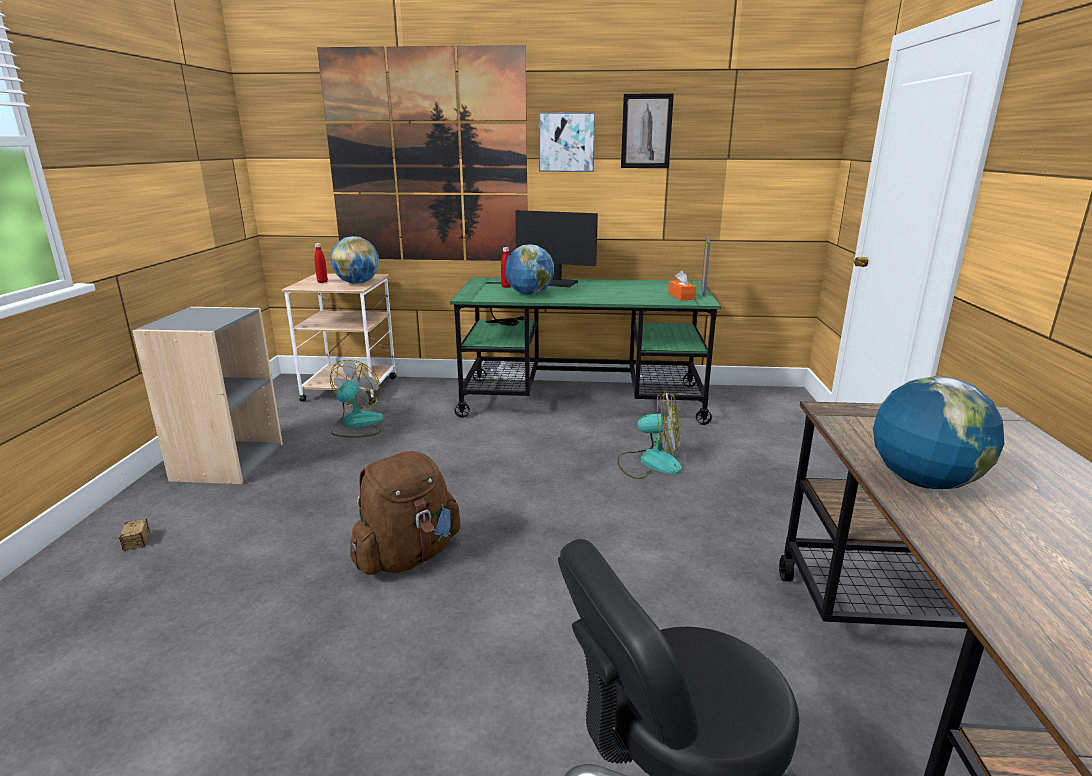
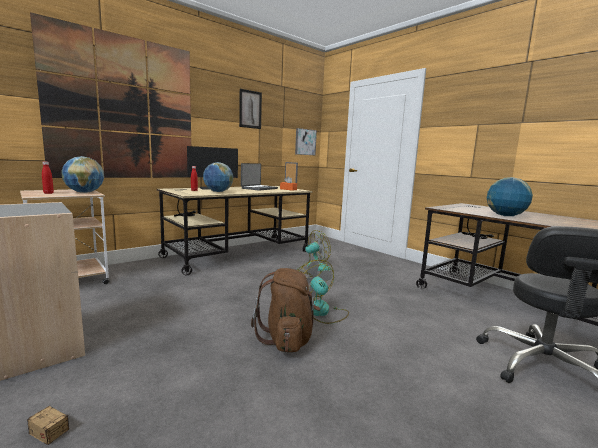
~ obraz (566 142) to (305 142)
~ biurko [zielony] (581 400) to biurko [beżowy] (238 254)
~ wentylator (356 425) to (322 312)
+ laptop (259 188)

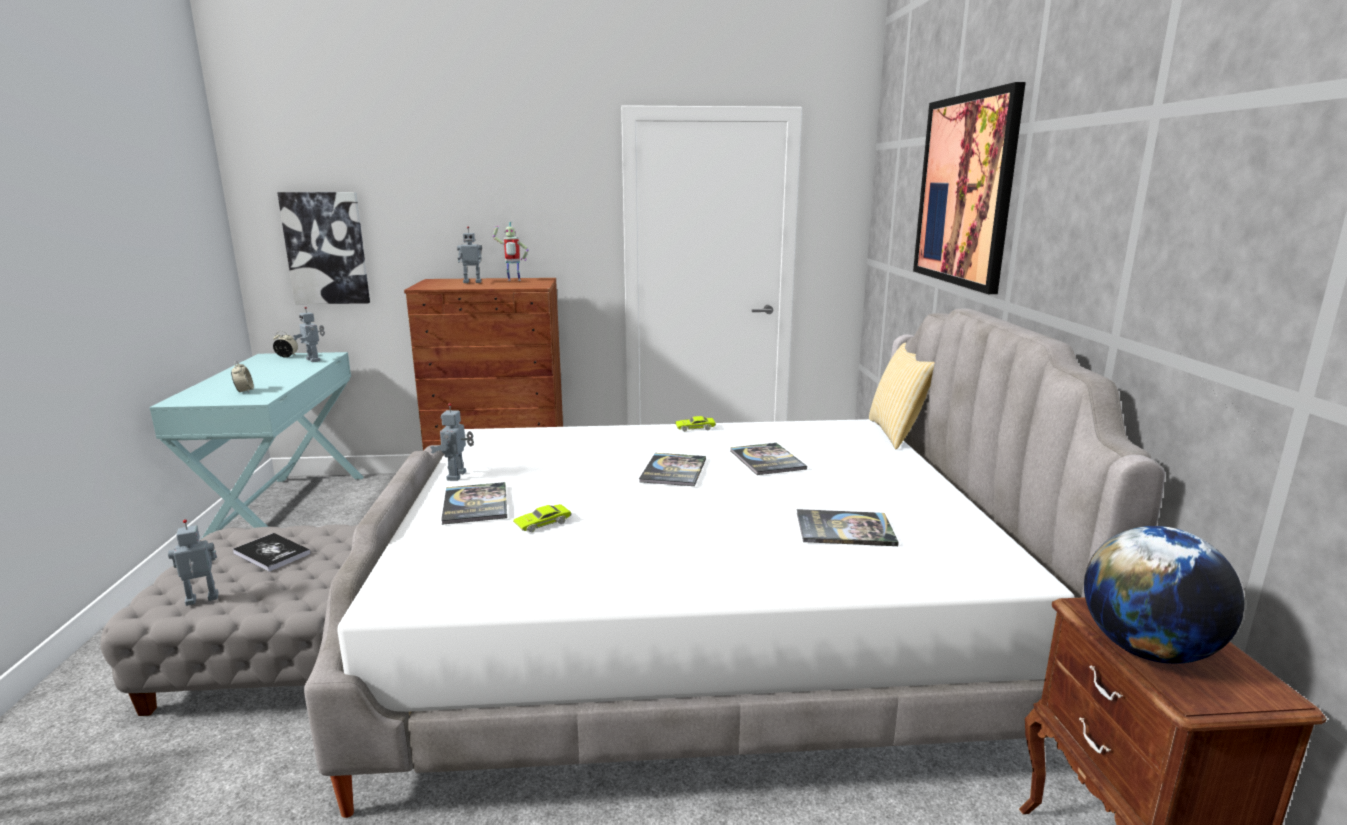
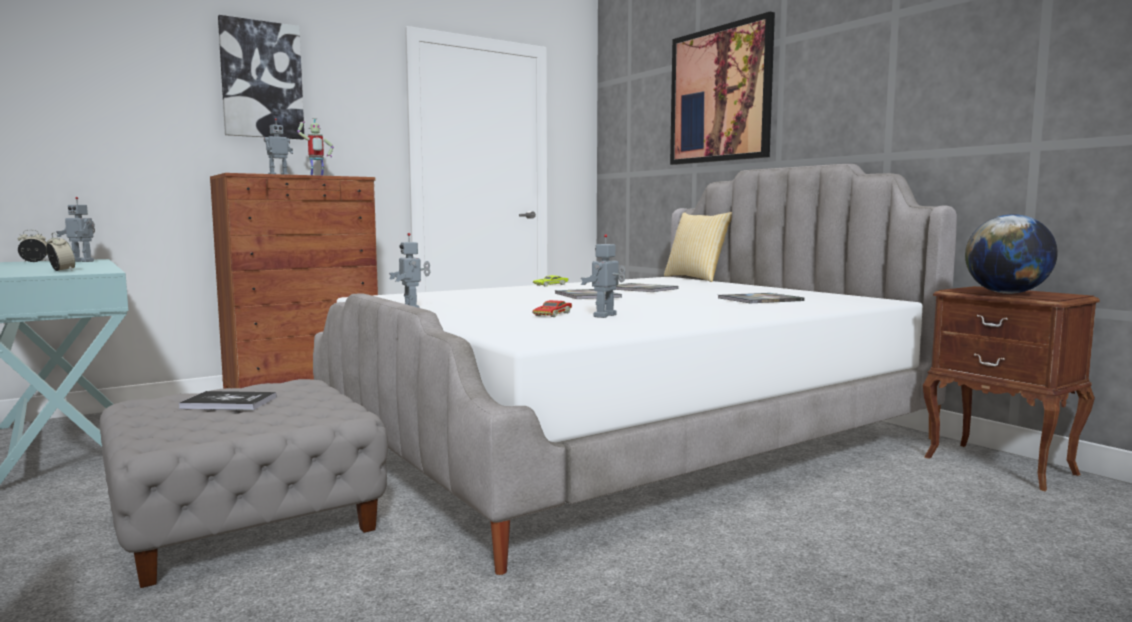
~ obraz (326 248) to (261 80)
- książka (475 504)
~ samochodzik [zielony] (542 523) to samochodzik [czerwony] (552 314)
~ robot zabawkowy (202 600) to (606 316)

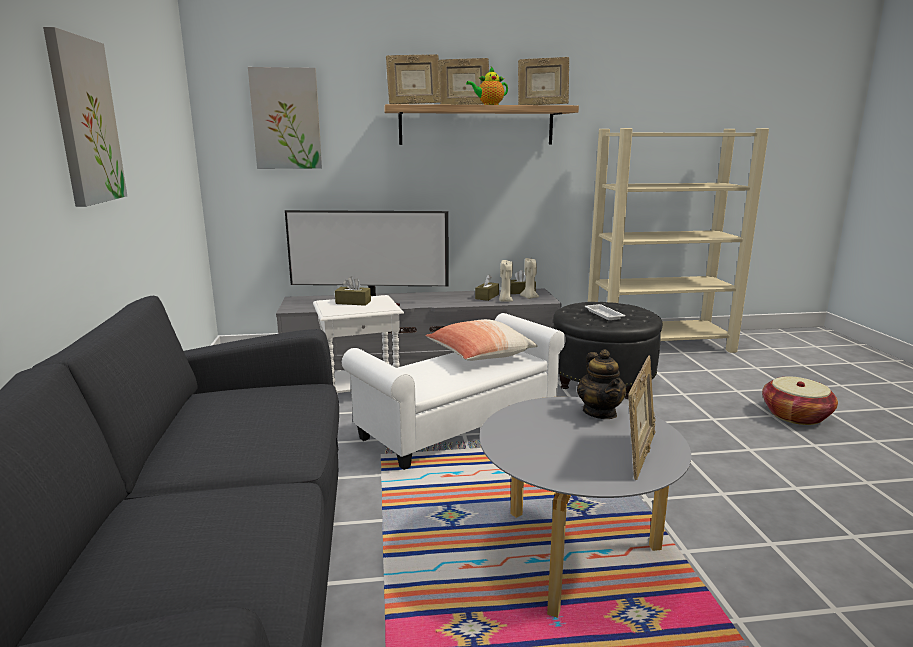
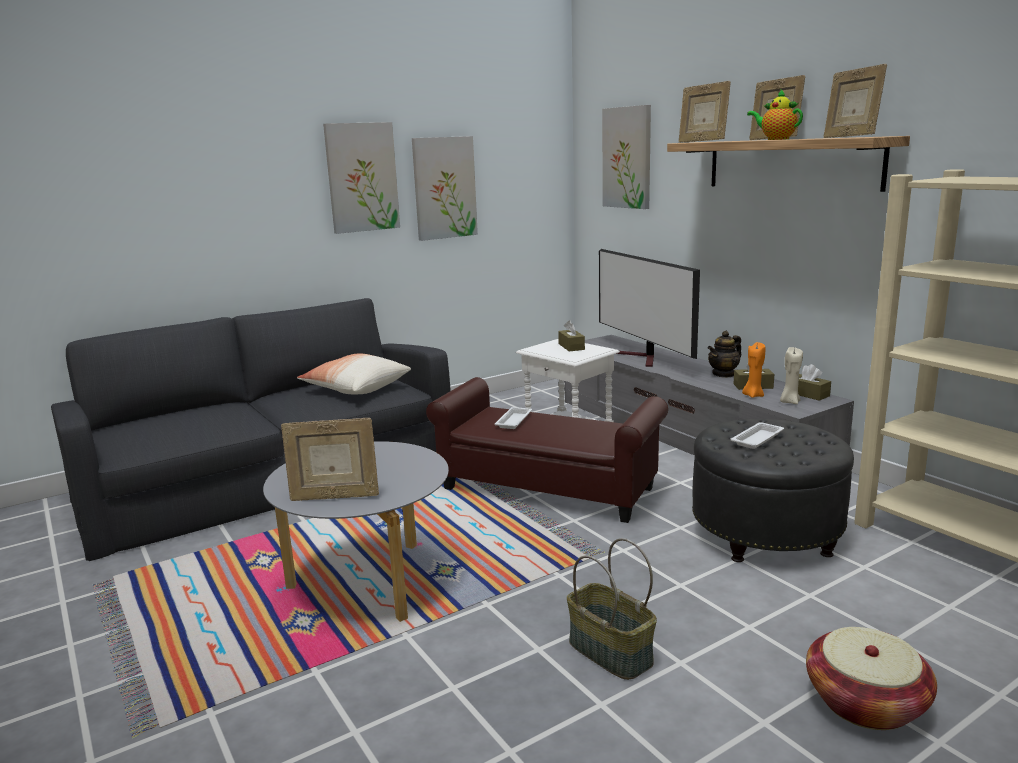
~ świeca [beżowy] (505 300) to świeca [pomarańczowy] (753 395)
~ pufa [biały] (459 425) to pufa [brązowy] (547 488)
~ poduszka (479 355) to (356 388)
~ imbryk (600 412) to (724 374)
+ obraz (444 188)
+ taca [biały] (514 421)
+ koszyk (608 652)

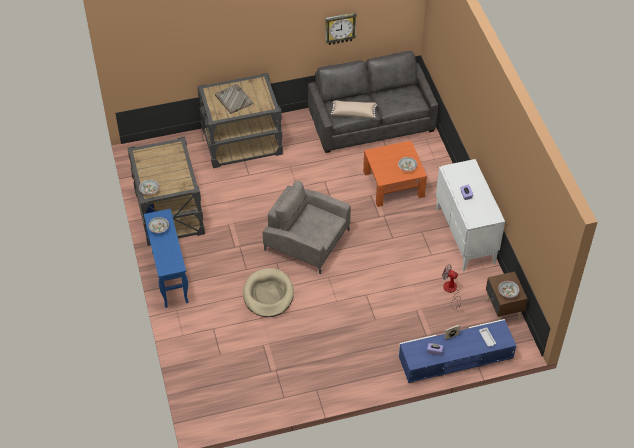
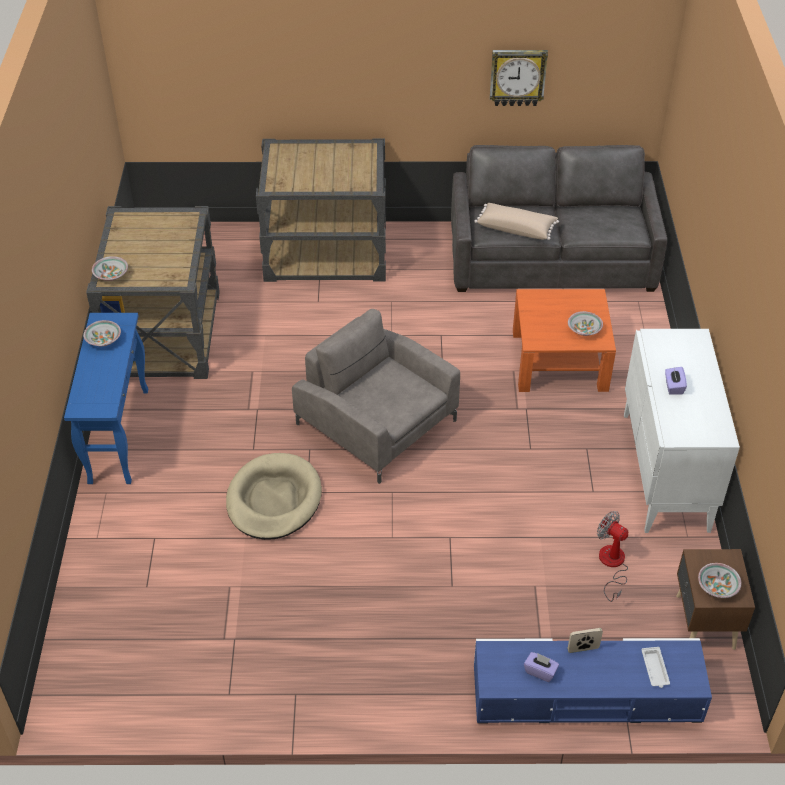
- taca [szary] (233 99)

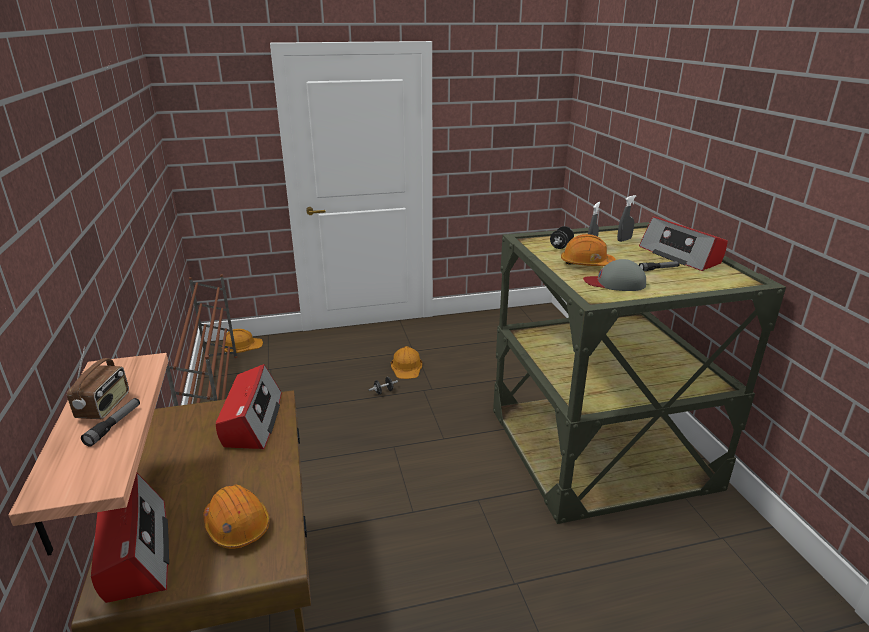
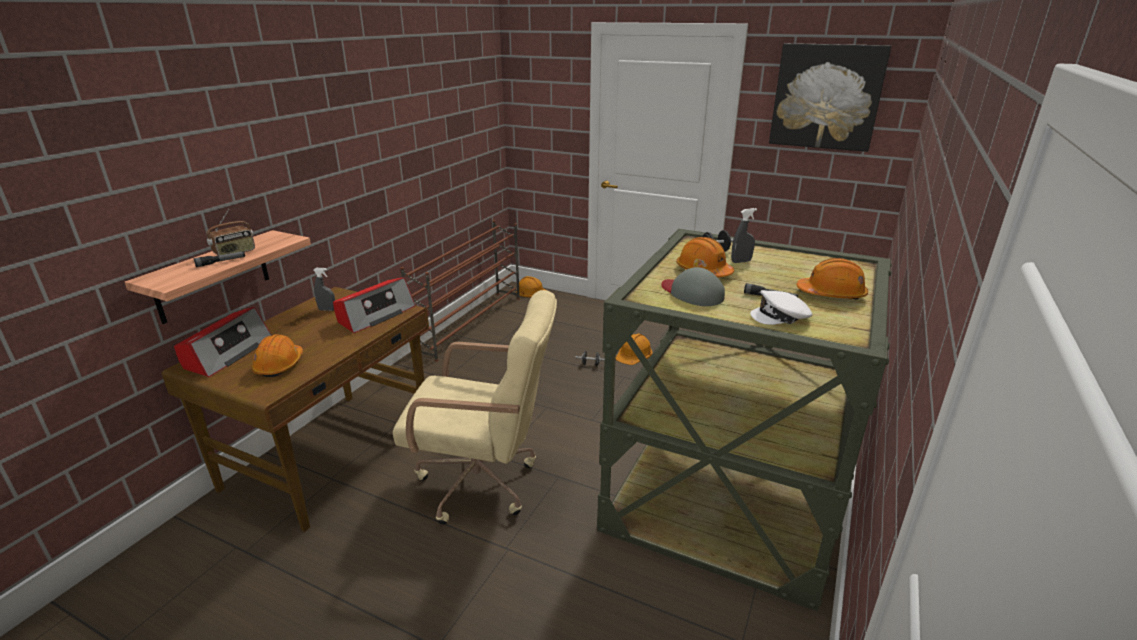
~ spryskiwacz [szary] (624 240) to (327 310)
~ radio (681 255) to kask [pomarańczowy] (831 294)
+ obraz (826 97)
+ krzesło biurowe [beżowy] (484 485)
+ czapka z daszkiem [biały] (781 316)

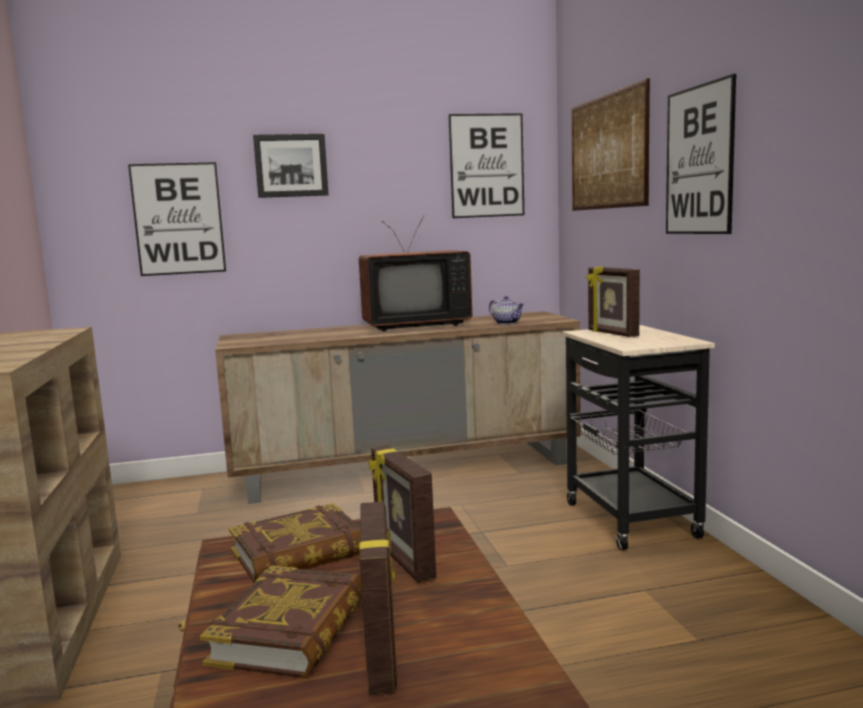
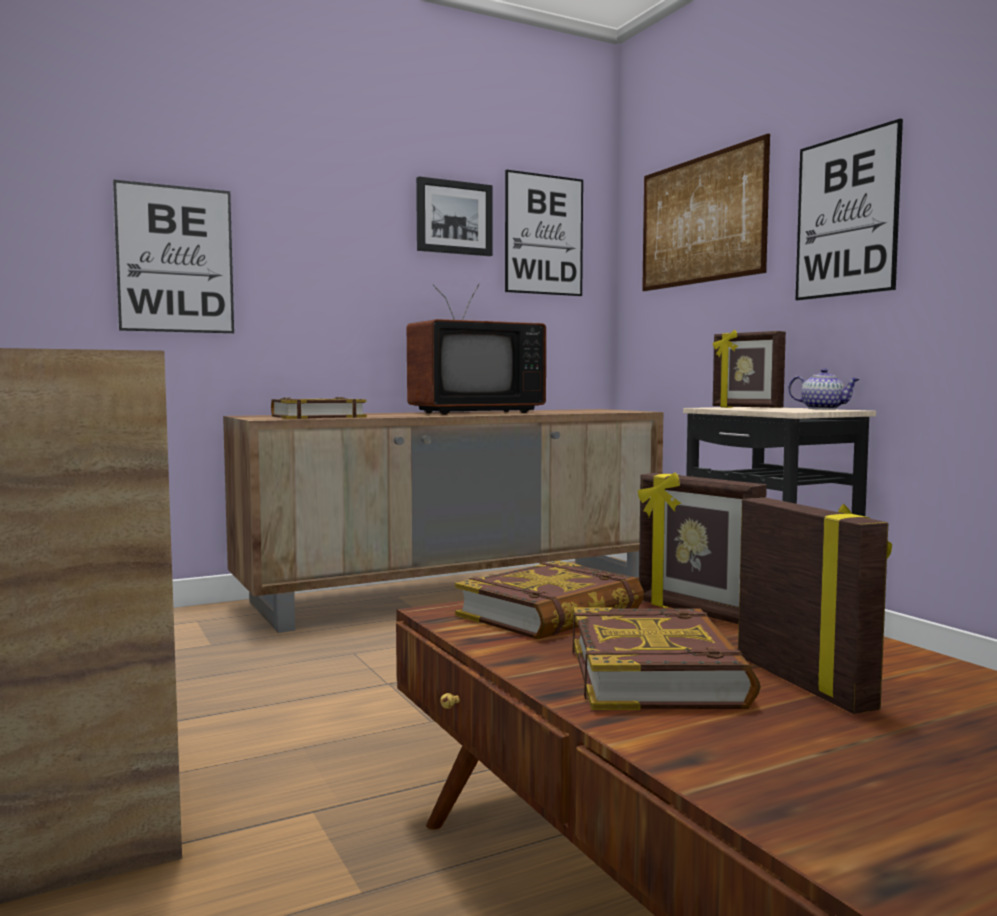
~ obraz (291 165) to (454 218)
~ imbryk (507 323) to (823 409)
+ książka (317 416)

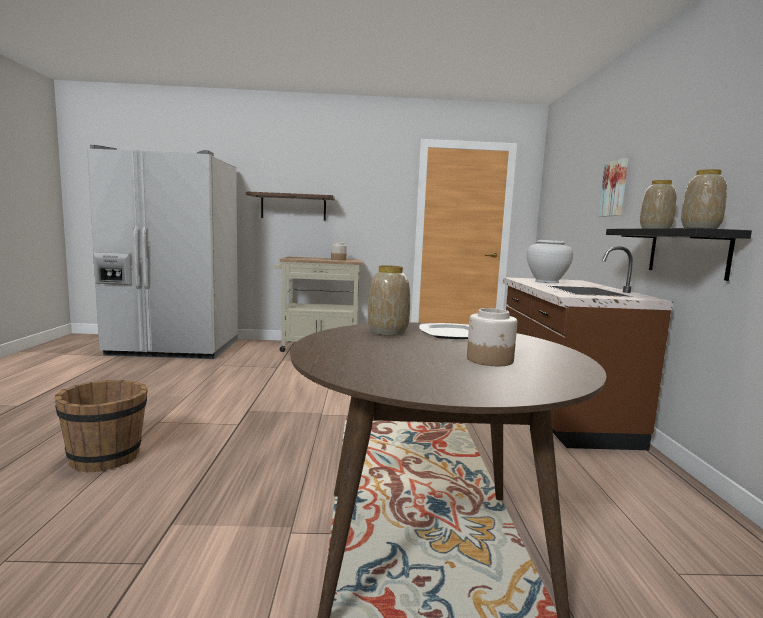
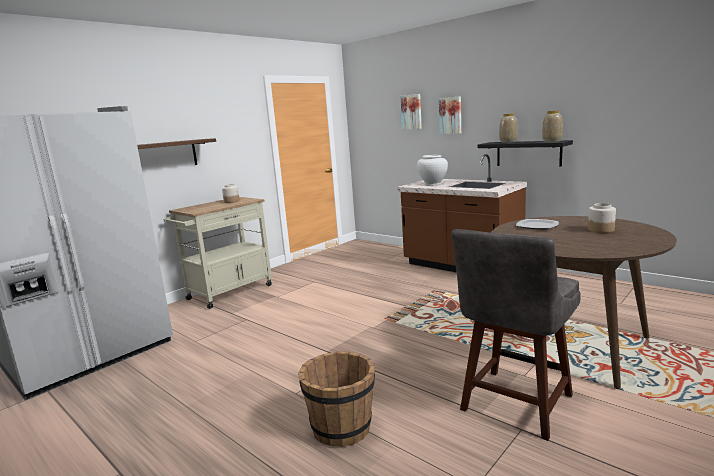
- wazon (387 332)
+ obraz (411 112)
+ stołek [szary] (514 404)

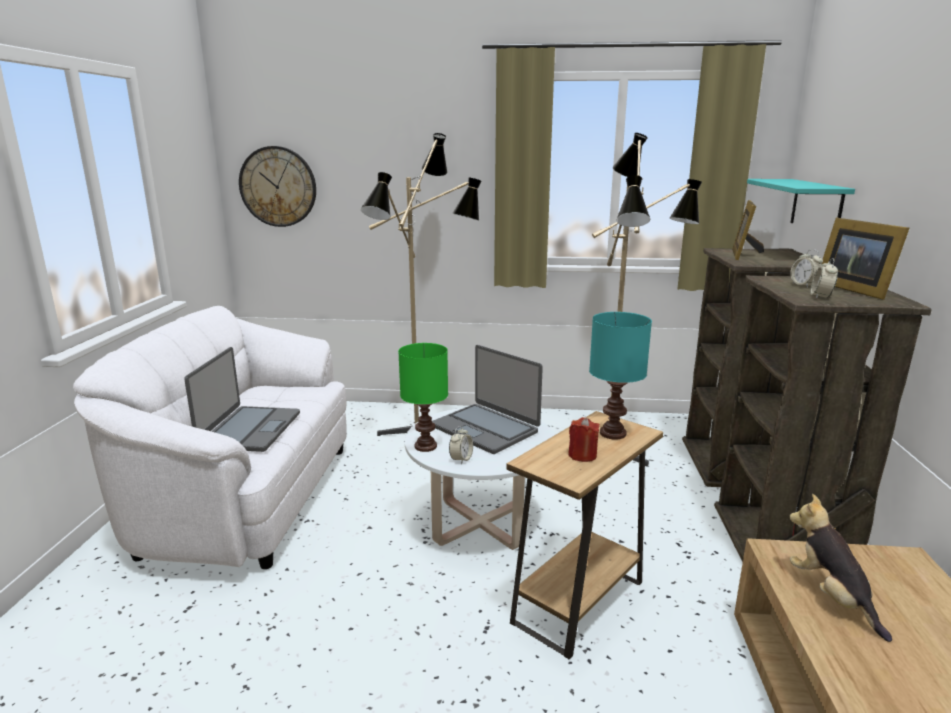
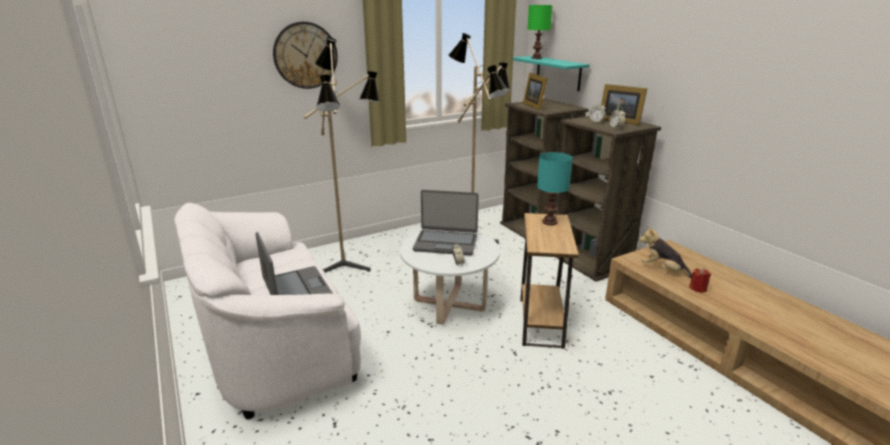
~ zegar ścienny (278 186) to (305 55)
~ lampa stołowa [zielony] (426 446) to (536 58)
~ świeca [czerwony] (582 455) to (698 288)

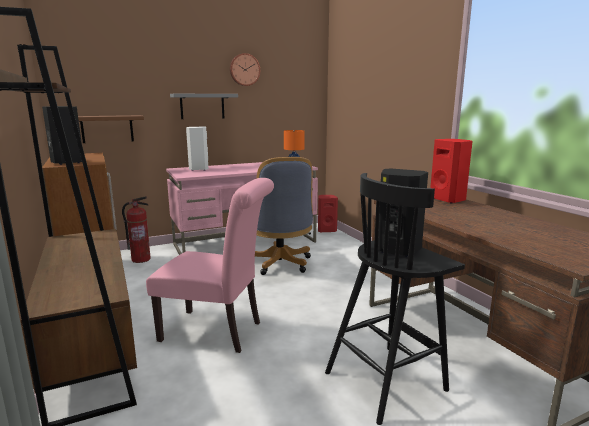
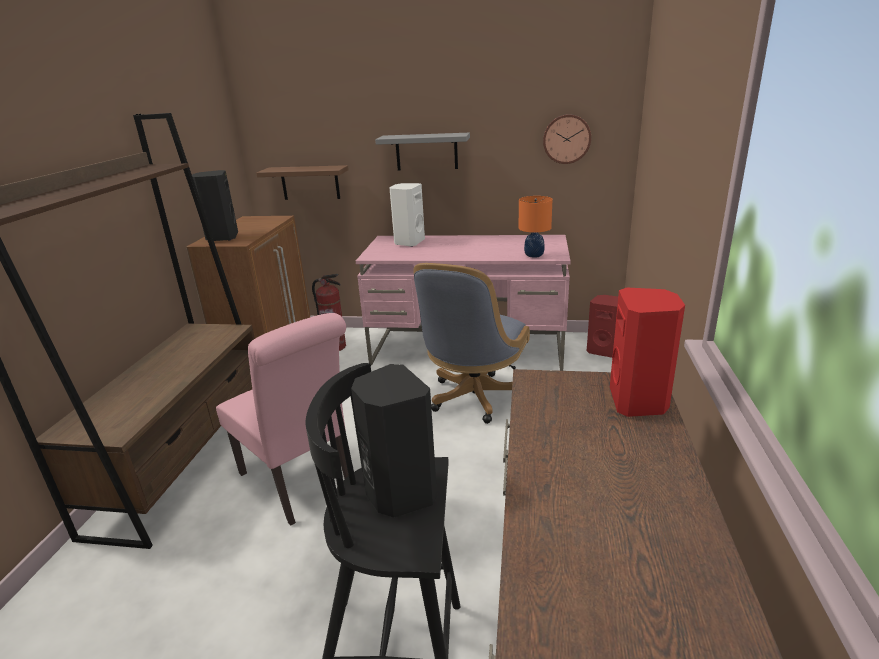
~ zegar ścienny (244 69) to (566 139)

